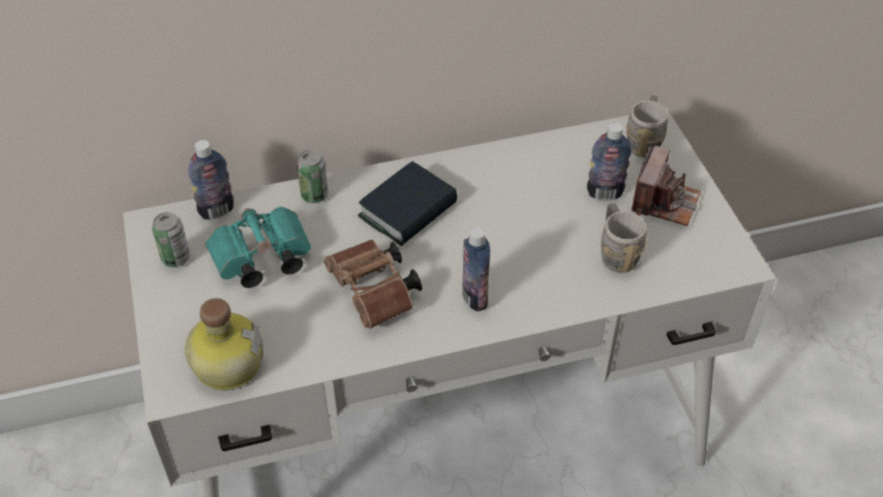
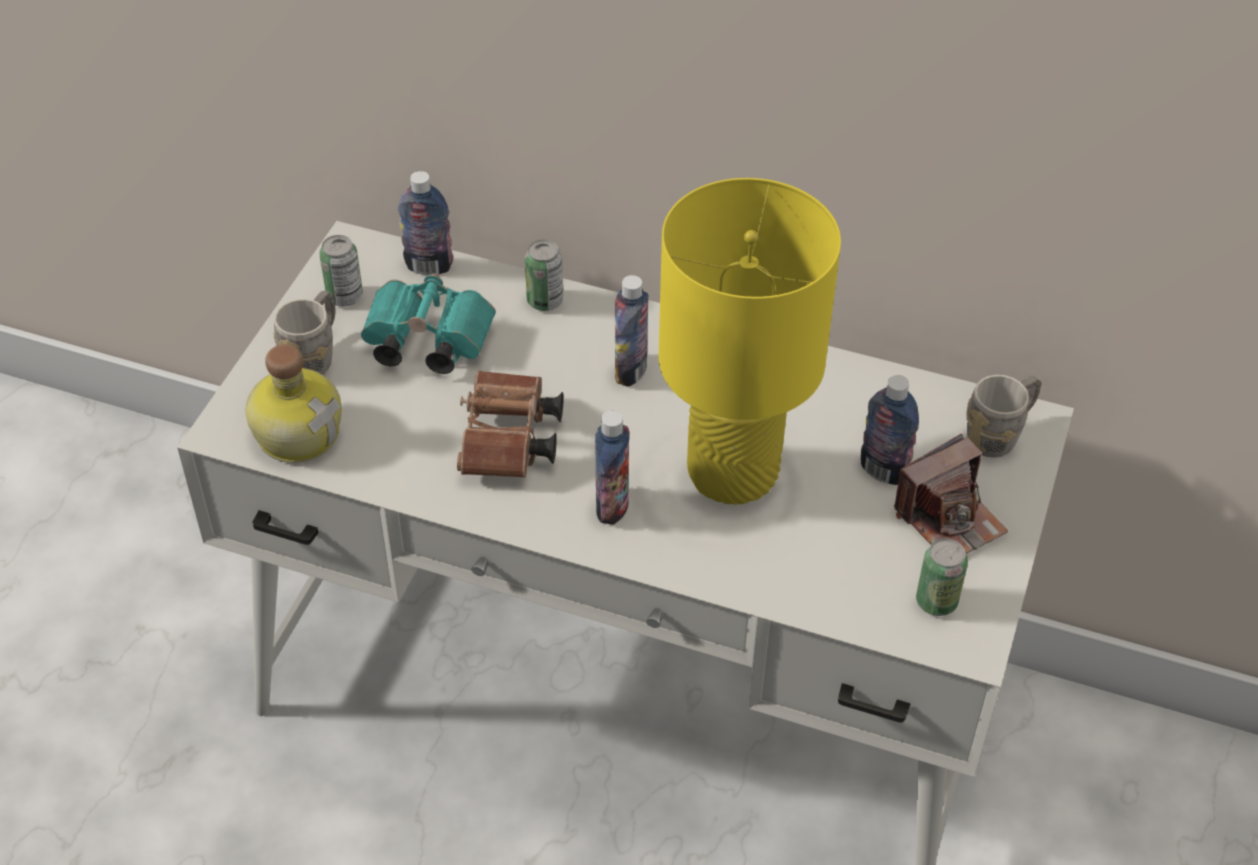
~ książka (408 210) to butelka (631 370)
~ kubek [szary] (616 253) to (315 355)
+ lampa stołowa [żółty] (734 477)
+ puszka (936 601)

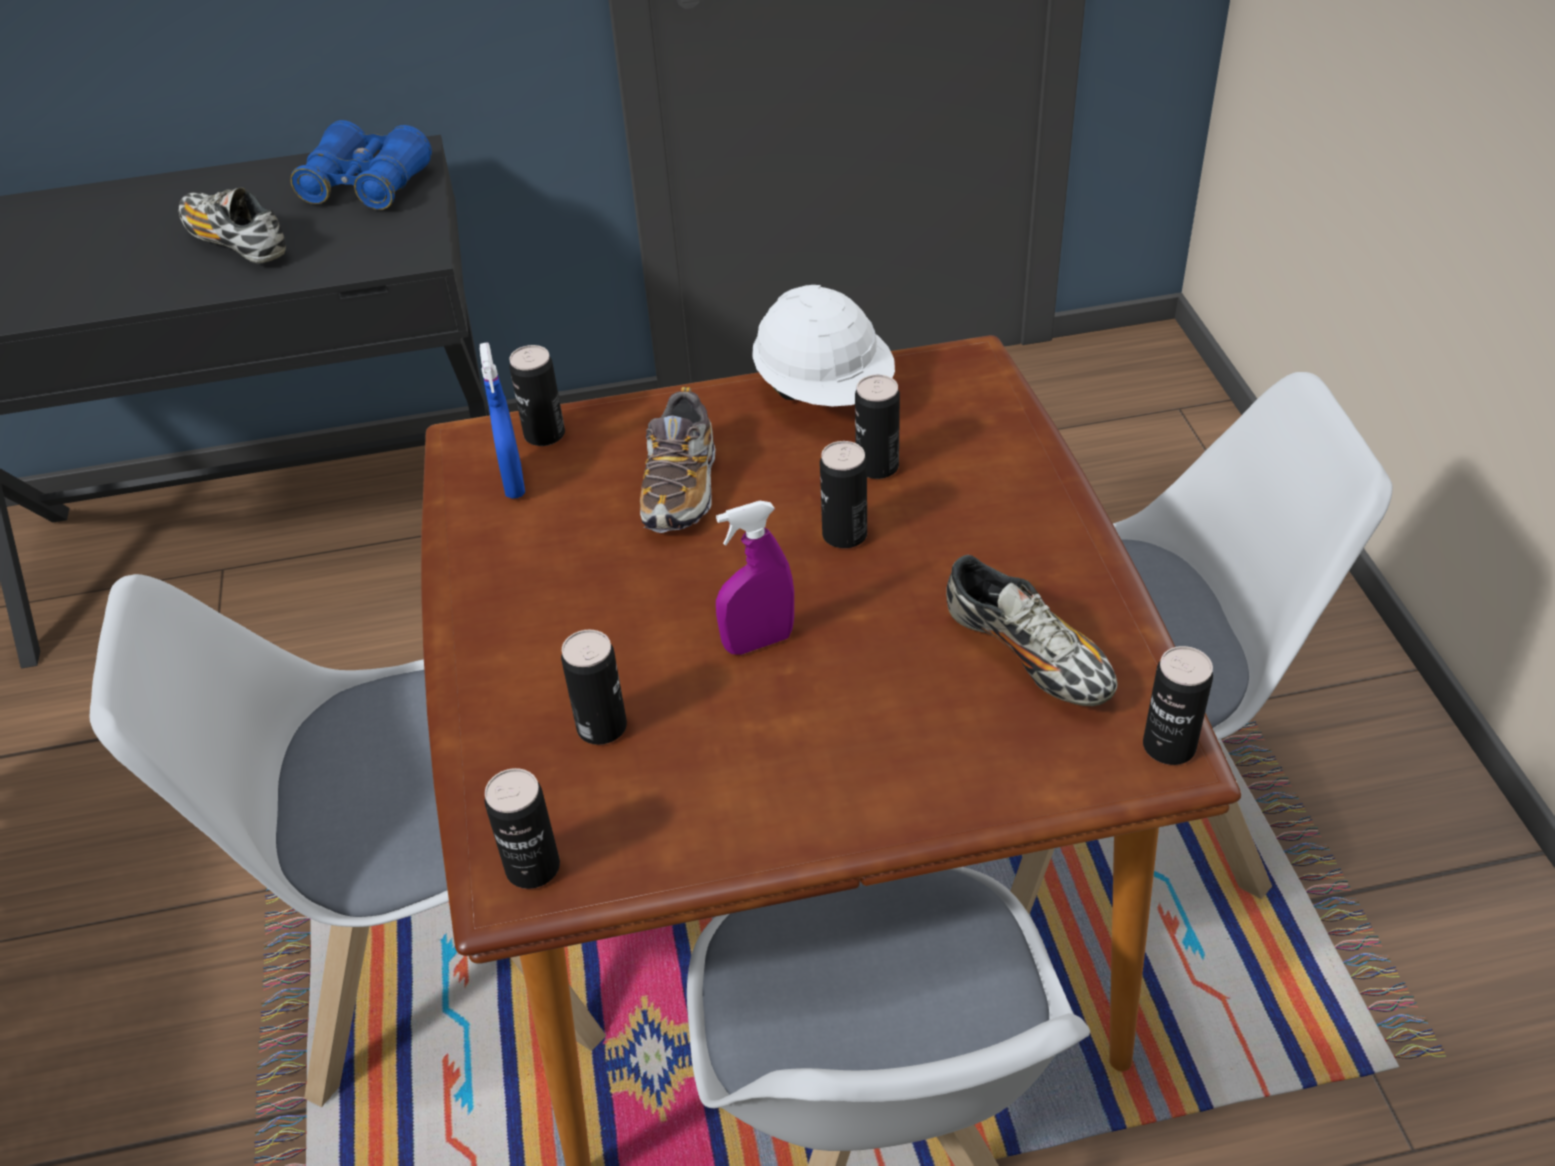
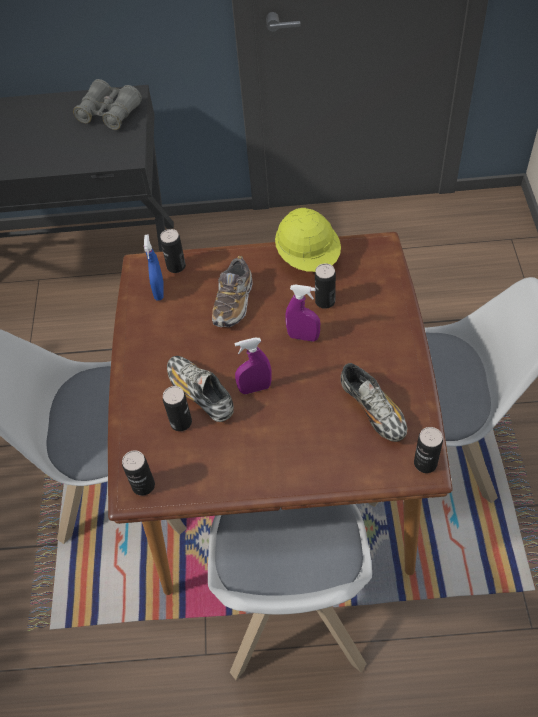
~ lornetka [niebieski] (366 186) to lornetka [szary] (109 113)
~ but (236 243) to (200 394)
~ kask [biały] (824 392) to kask [żółty] (308 257)
~ puszka (844 535) to spryskiwacz [fioletowy] (303 337)

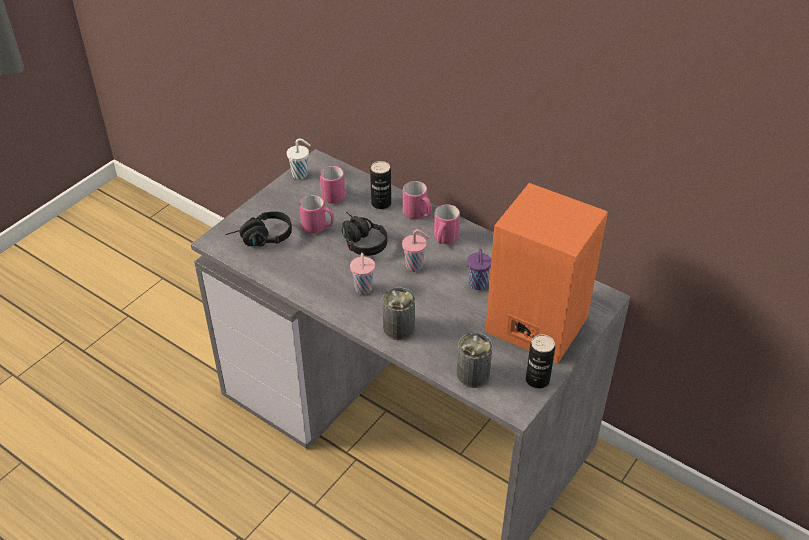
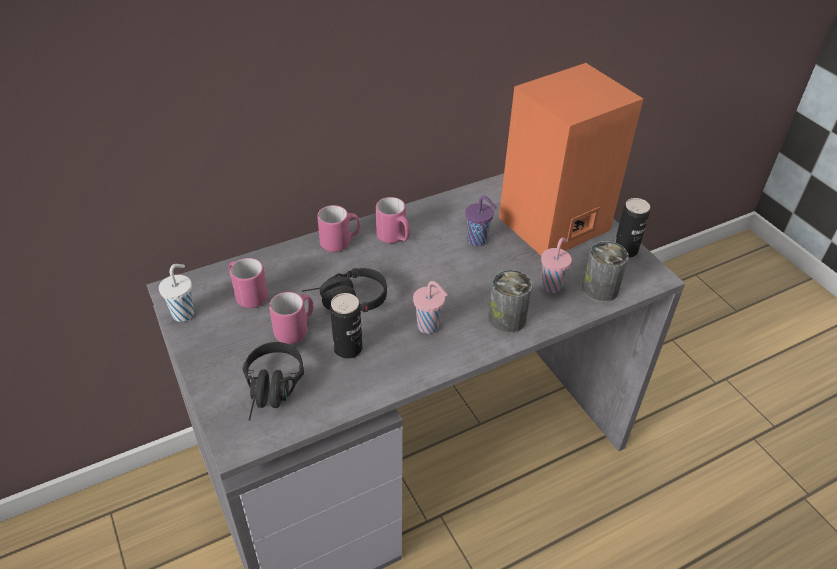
~ puszka (381 203) to (348 348)
~ filiżanka [różowy] (415 266) to (551 285)

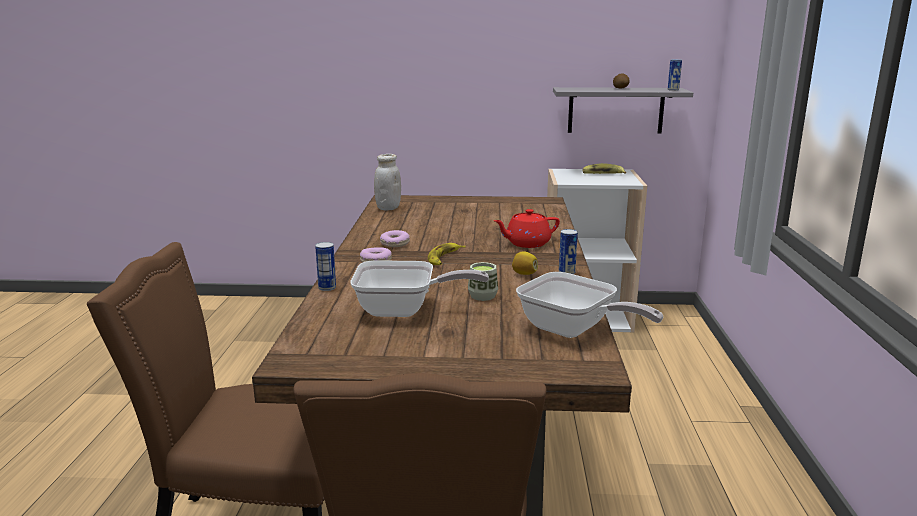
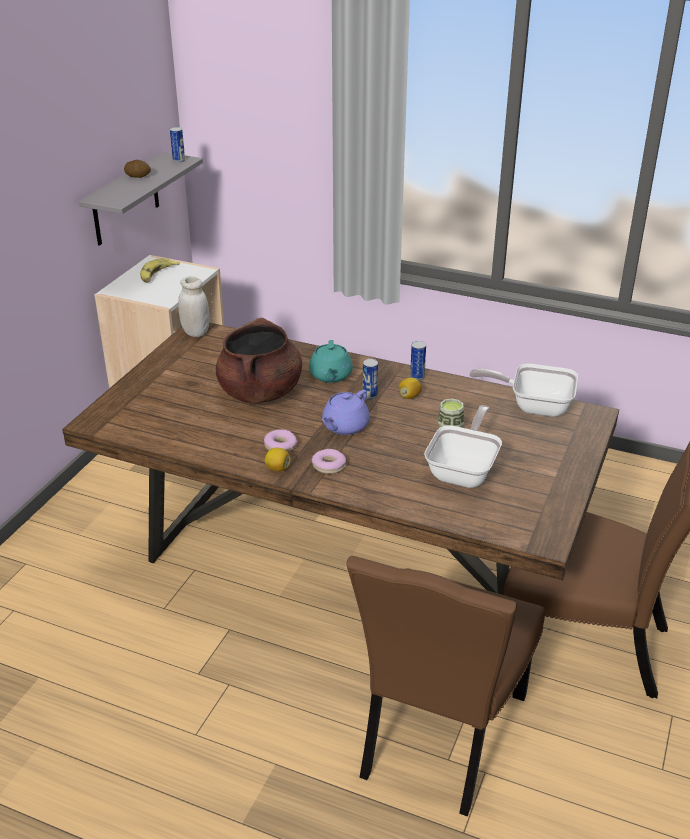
~ słoik [biały] (388 208) to (195 332)
~ imbryk [czerwony] (526 243) to imbryk [turkusowy] (330 376)
~ puszka (327 288) to (370 395)
~ banan (444 258) to imbryk [fioletowy] (344 426)
~ patelnia (573 331) = (533 406) 135 degrees counterclockwise
+ garnek [brązowy] (260 393)
+ cytryna (277 468)

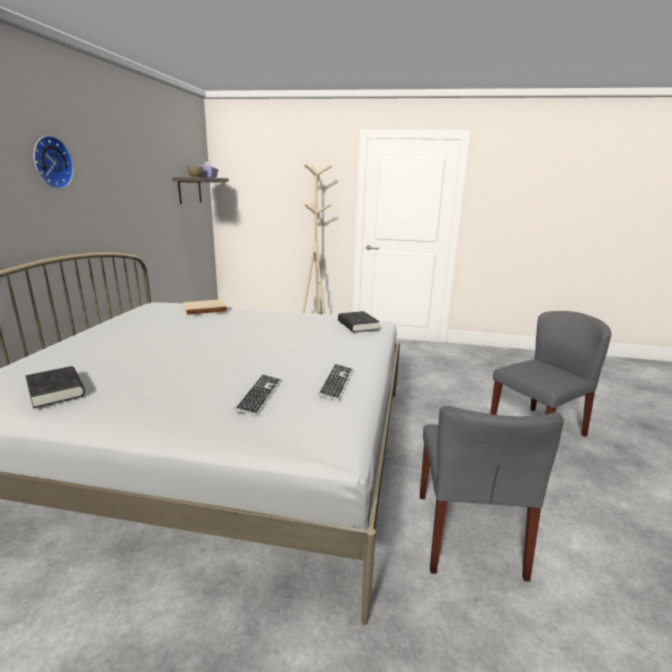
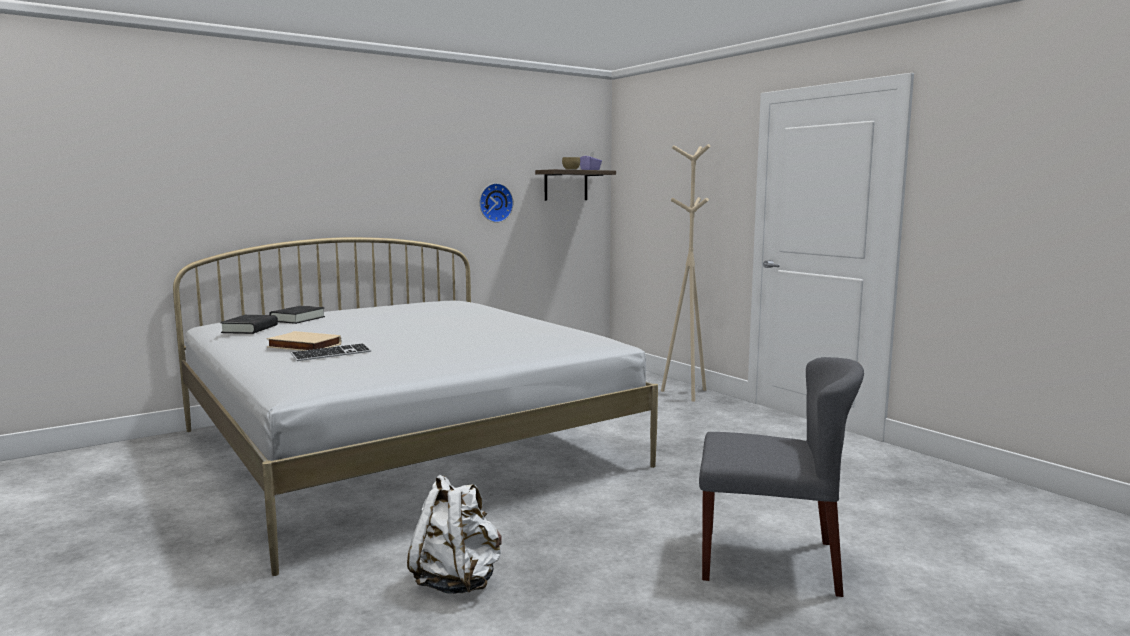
~ zegar ścienny (50 162) to (494 202)
~ książka [beżowy] (205 310) to (303 346)
~ książka [czarny] (357 325) to (297 319)
- klawiatura (336 383)
~ krzesło [szary] (468 534) to plecak [biały] (457 581)

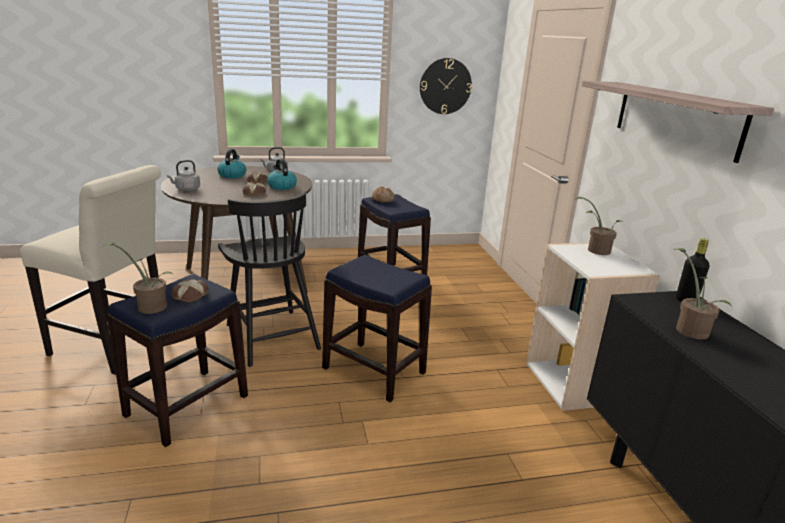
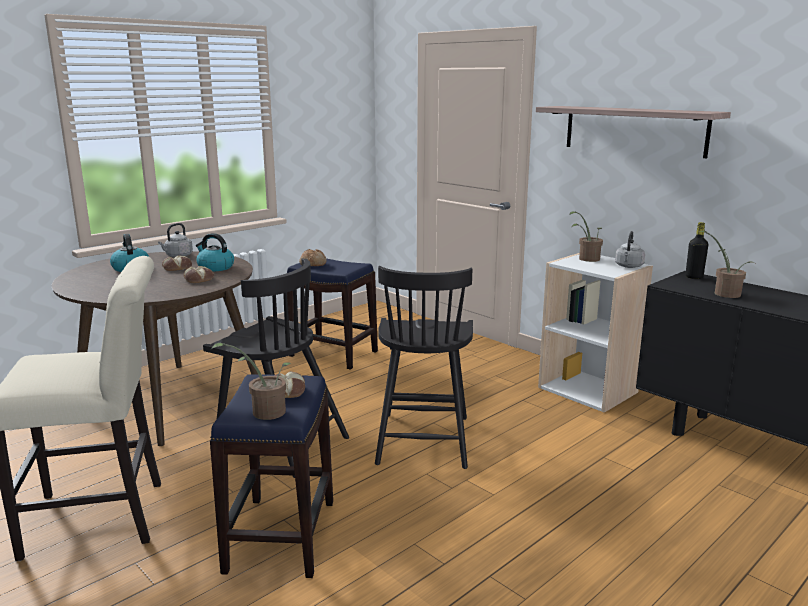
- zegar ścienny (445 86)
~ czajnik [szary] (186 189) to (628 266)
~ stołek (373 371) to krzesło [czarny] (423 437)

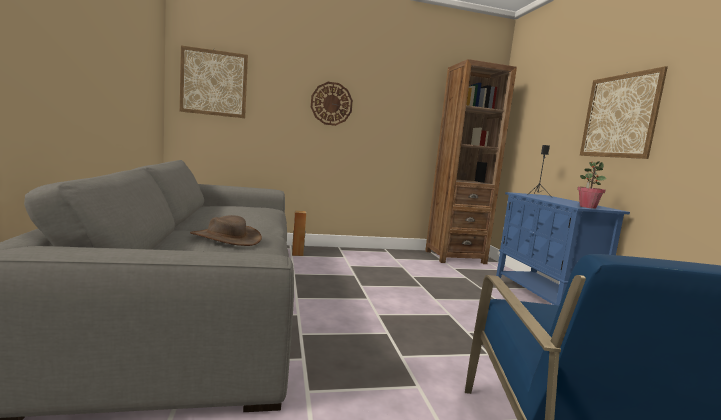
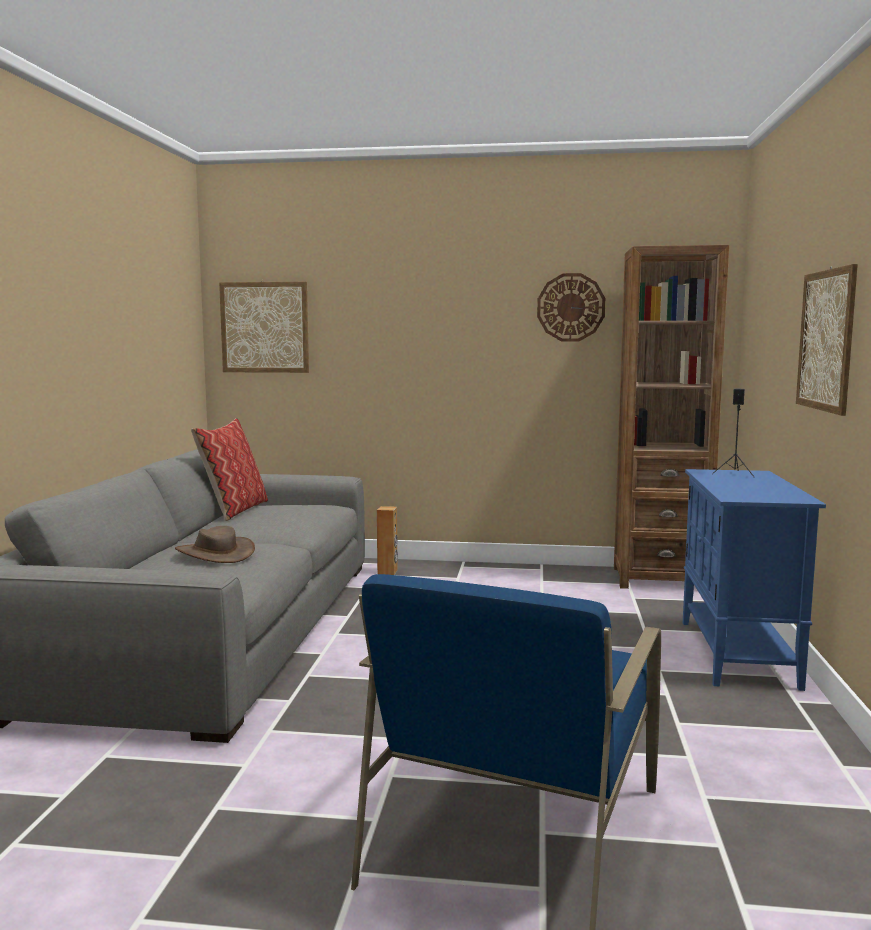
~ zegar ścienny (331 103) to (571 307)
- roślina doniczkowa (587 207)
+ poduszka (234 510)

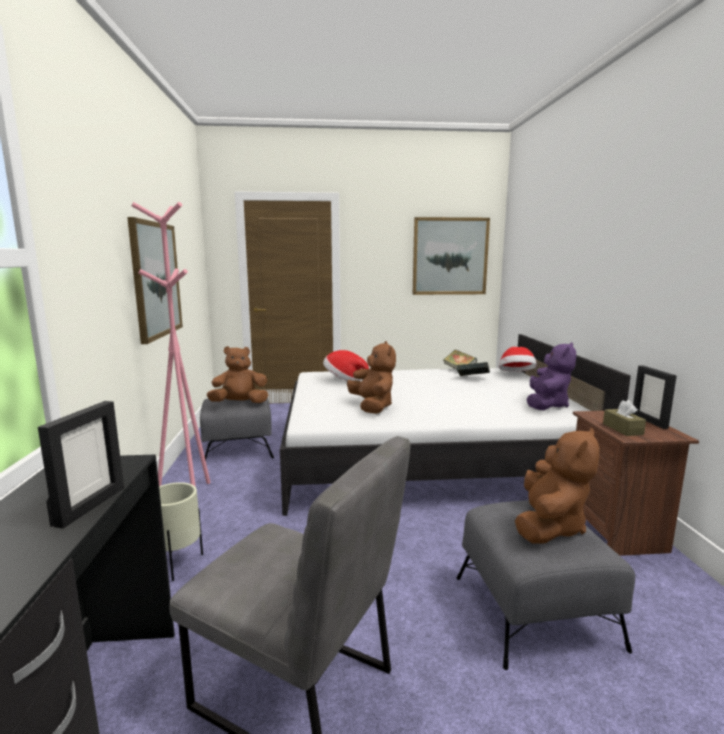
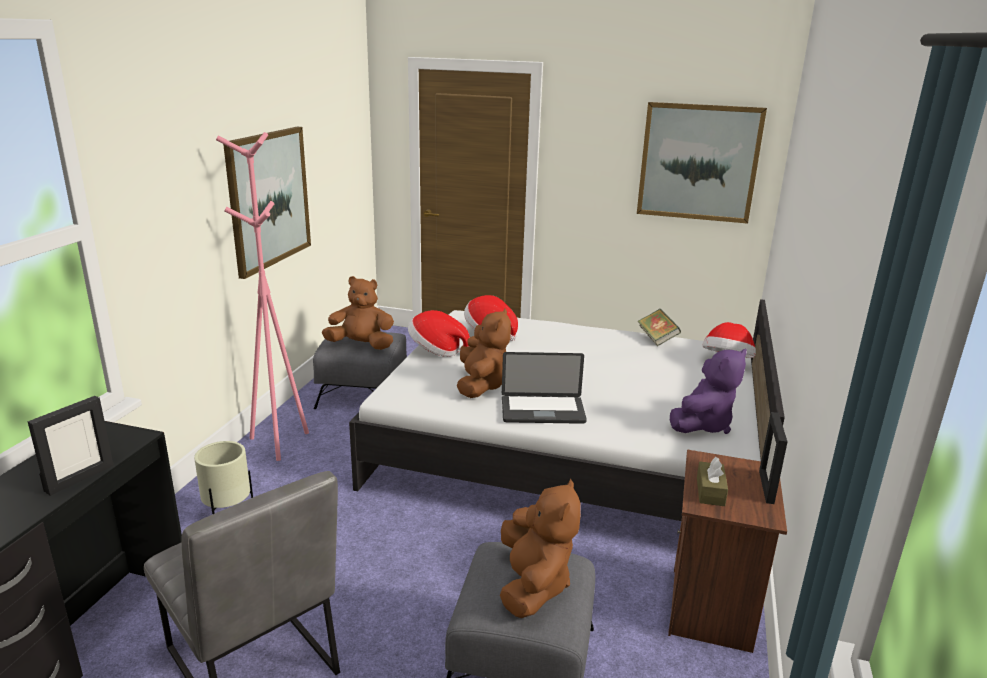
- książka (472 378)
~ pluszak [brązowy] (549 526) = (533 585) 45 degrees counterclockwise
+ kapelusz (436 351)
+ laptop (542 411)

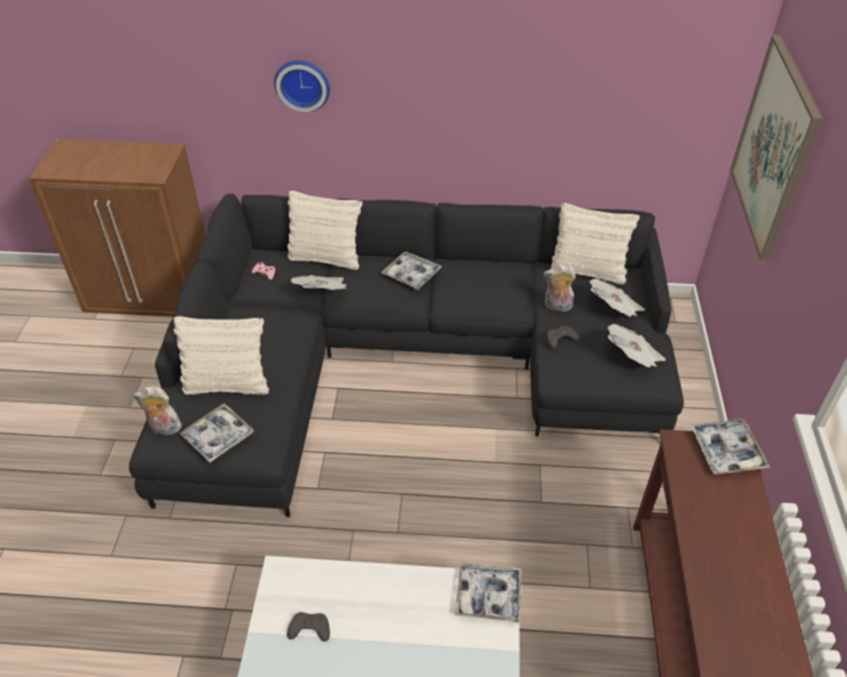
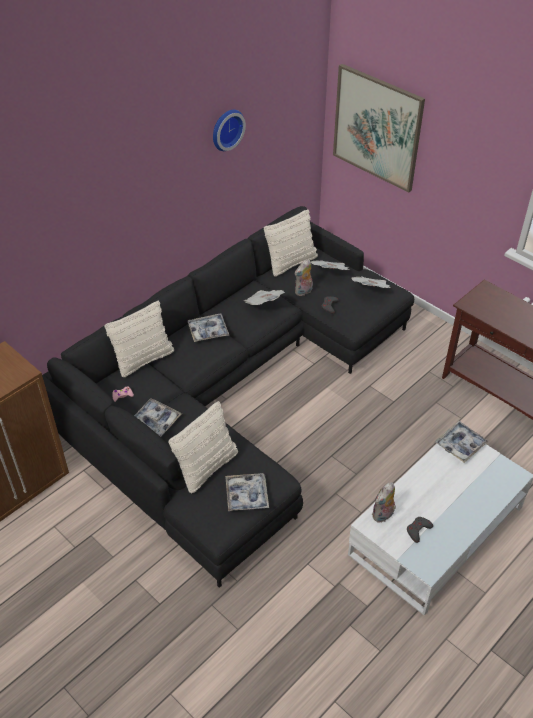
~ zegar ścienny (303 83) to (226 129)
~ gazeta (323 293) to (264 304)
~ pluszak (163 428) to (383 515)
~ taca (726 451) to (155 421)

